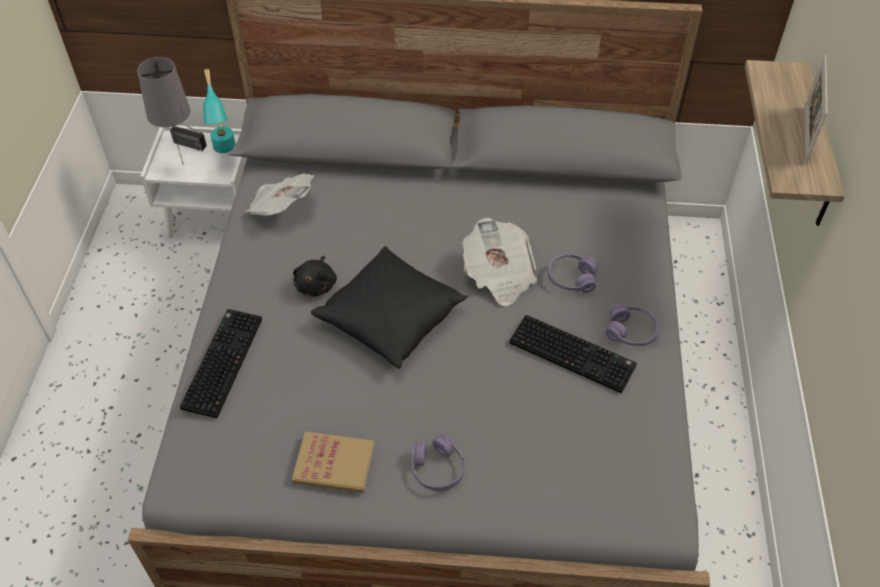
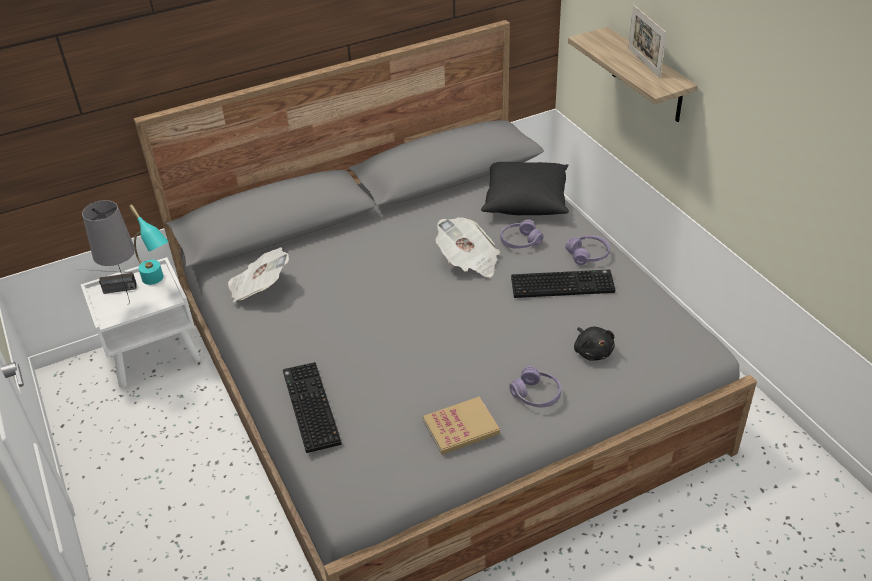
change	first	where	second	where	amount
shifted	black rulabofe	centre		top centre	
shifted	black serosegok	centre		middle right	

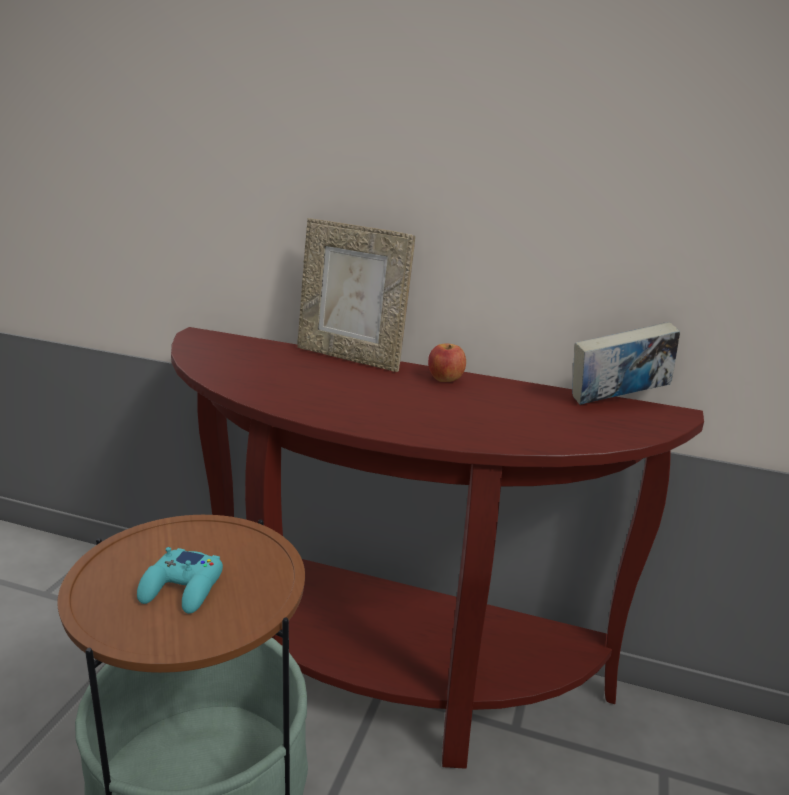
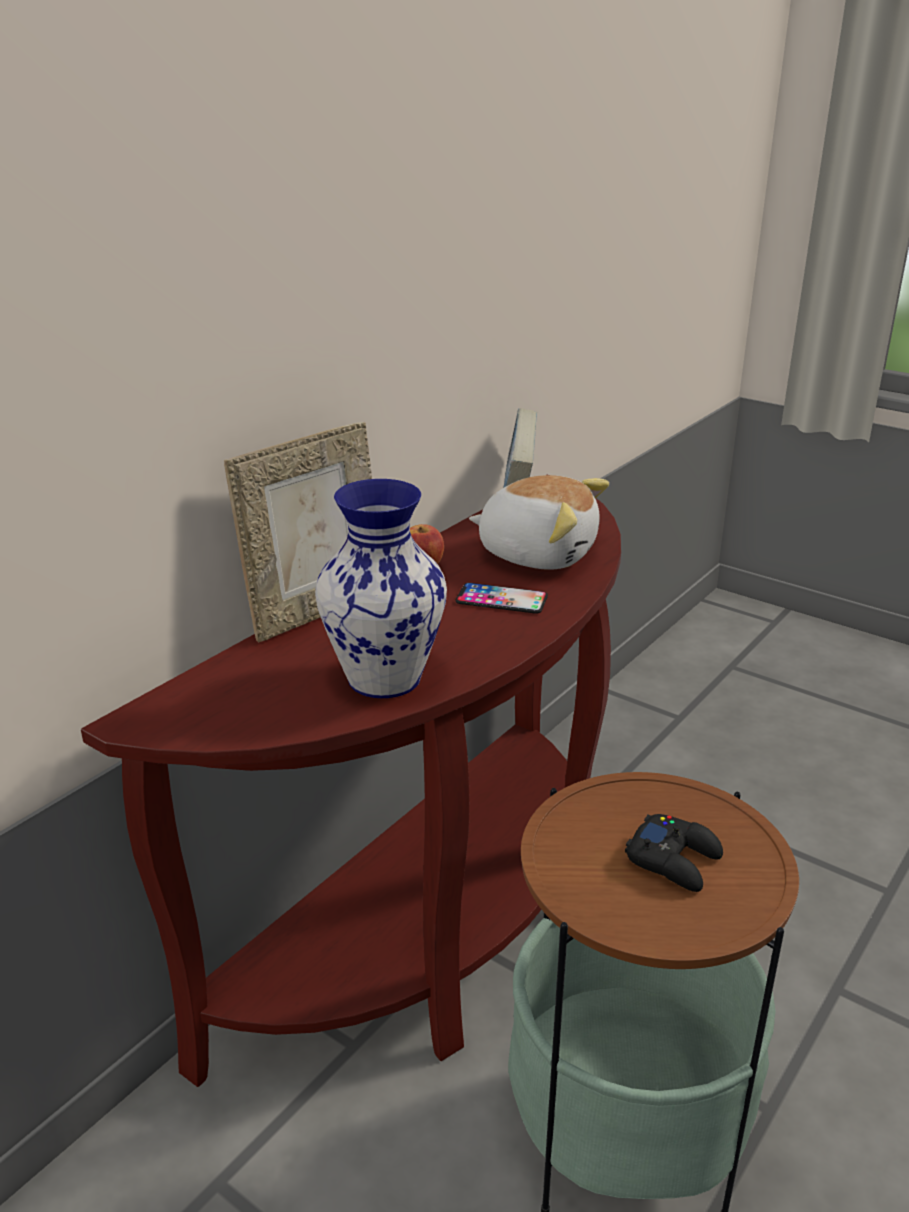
change	first	where	second	where	amount
new			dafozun	centre	
new			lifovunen	centre	
new			serosegok	centre	
repainted	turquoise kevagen	bottom left	black kevagen	bottom right	

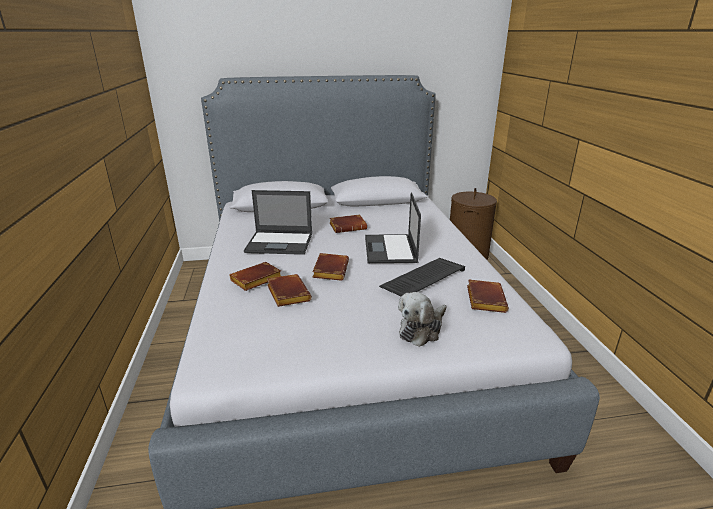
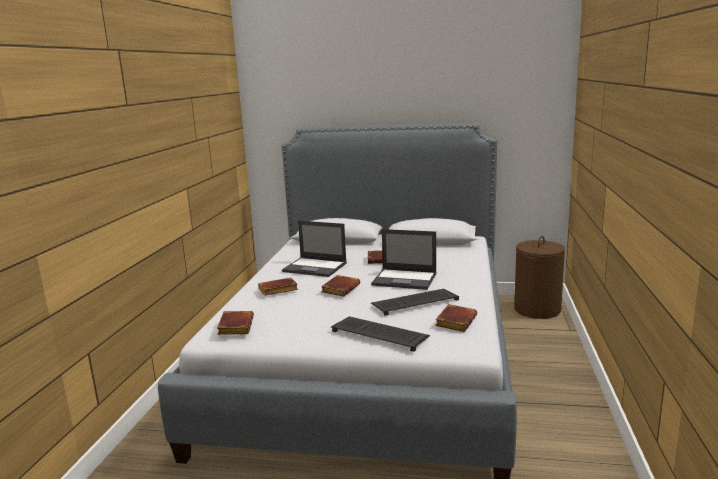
change	first	where	second	where	amount
shifted	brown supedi (no. 2 from left in the first image)	centre	brown supedi (no. 1 from left)	bottom left	
swapped	serosegok	centre	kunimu (no. 1 from left)	bottom centre	
rotated	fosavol (no. 2 from left)	centre		centre	90 degrees counterclockwise

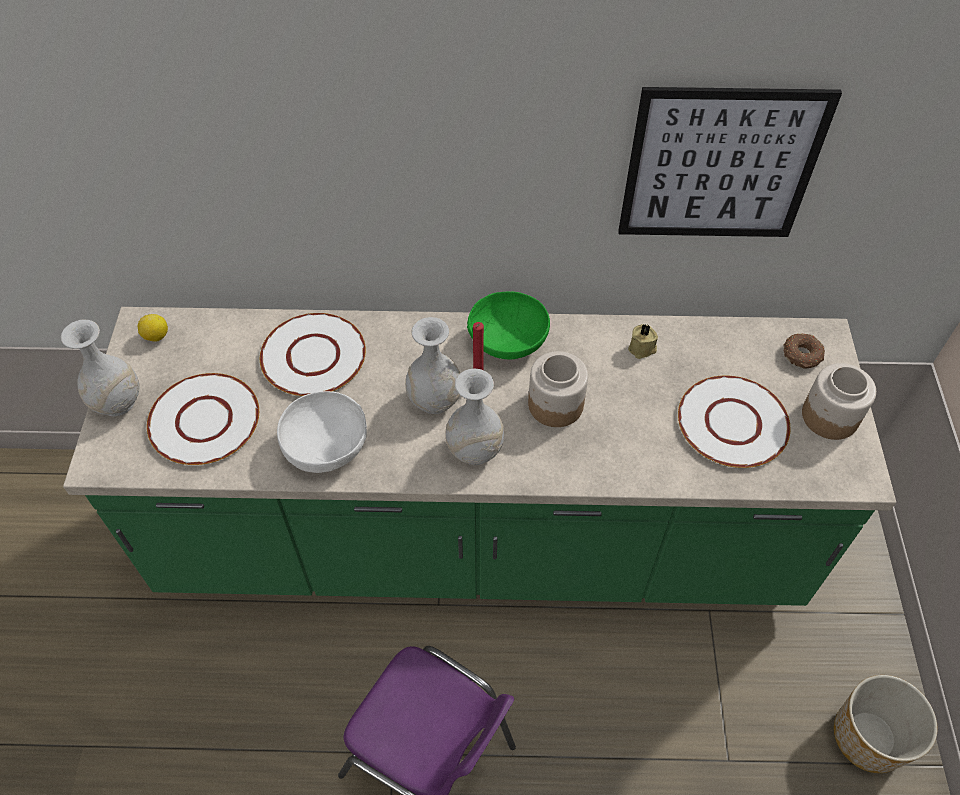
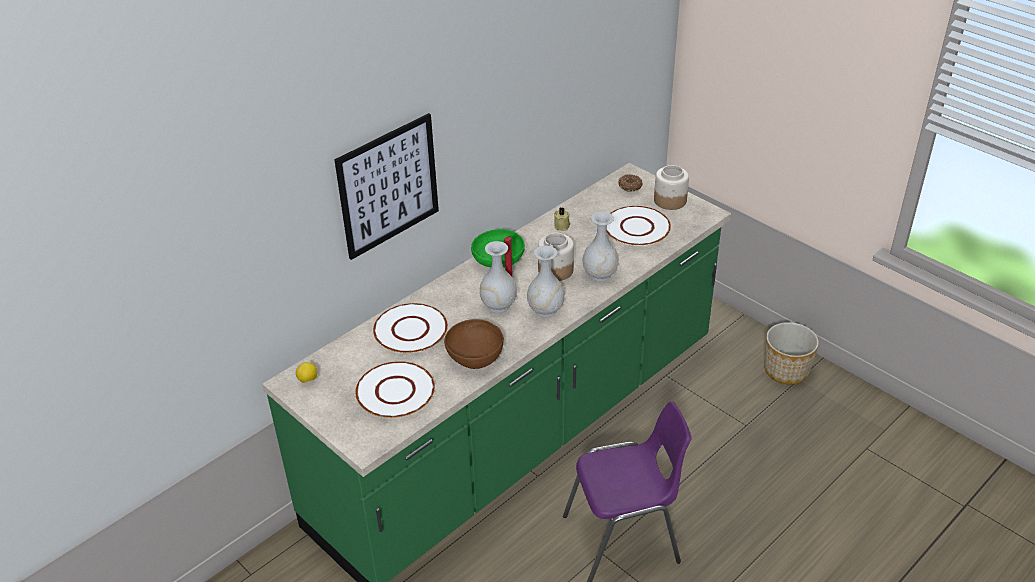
change	first	where	second	where	amount
shifted	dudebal	top right		top centre	
repainted	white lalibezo	centre	brown lalibezo	centre	
shifted	white dafozun (no. 1 from left in the first image)	middle left	white dafozun (no. 3 from left)	centre	

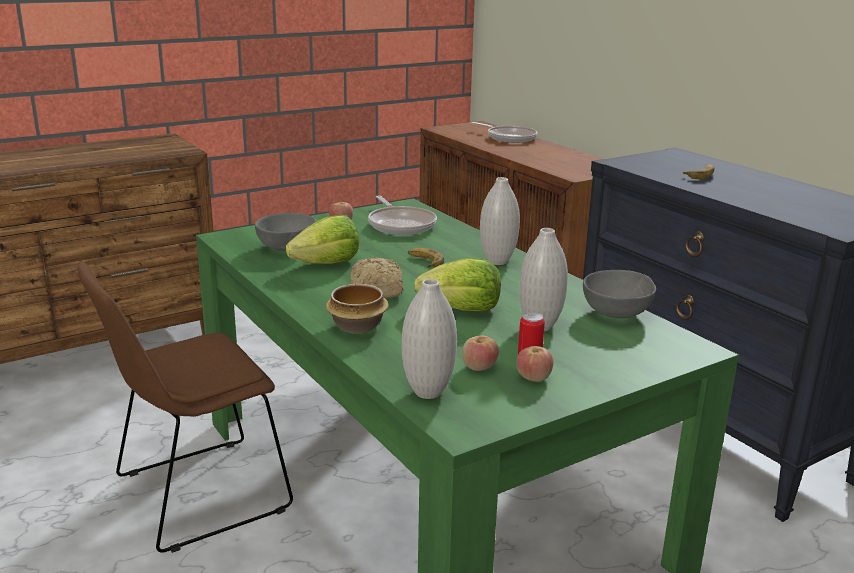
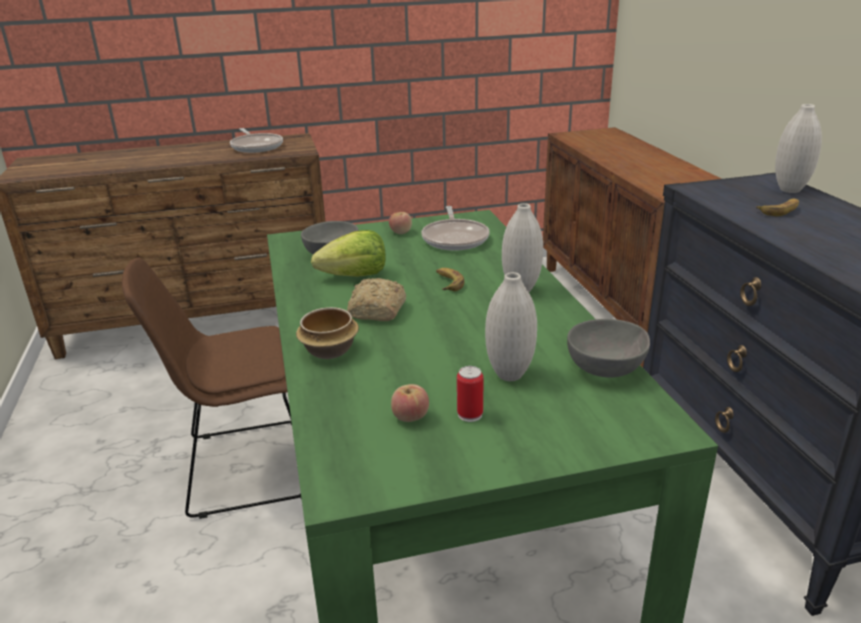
change	first	where	second	where	amount
shifted	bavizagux (no. 2 from left in the first image)	top centre	bavizagux (no. 1 from left)	top left	
shifted	white dafozun (no. 1 from left in the first image)	centre	white dafozun (no. 3 from left)	top right	
gone	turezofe (no. 2 from left)	centre			
gone	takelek (no. 3 from left)	centre			

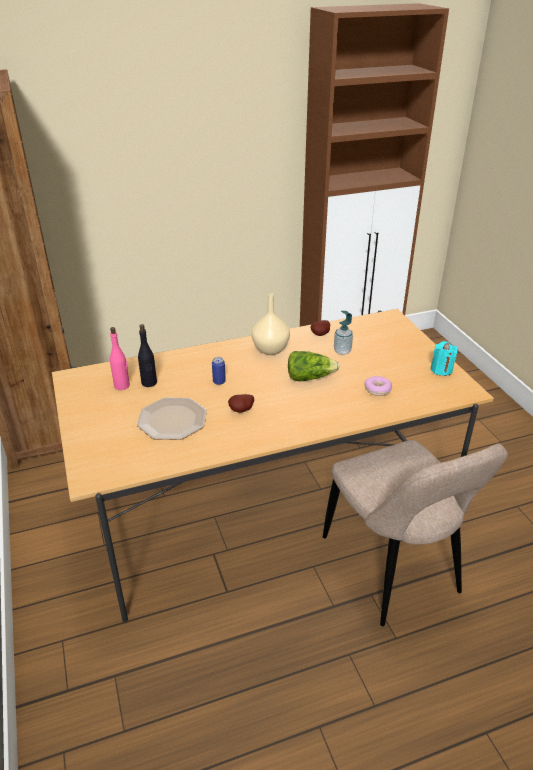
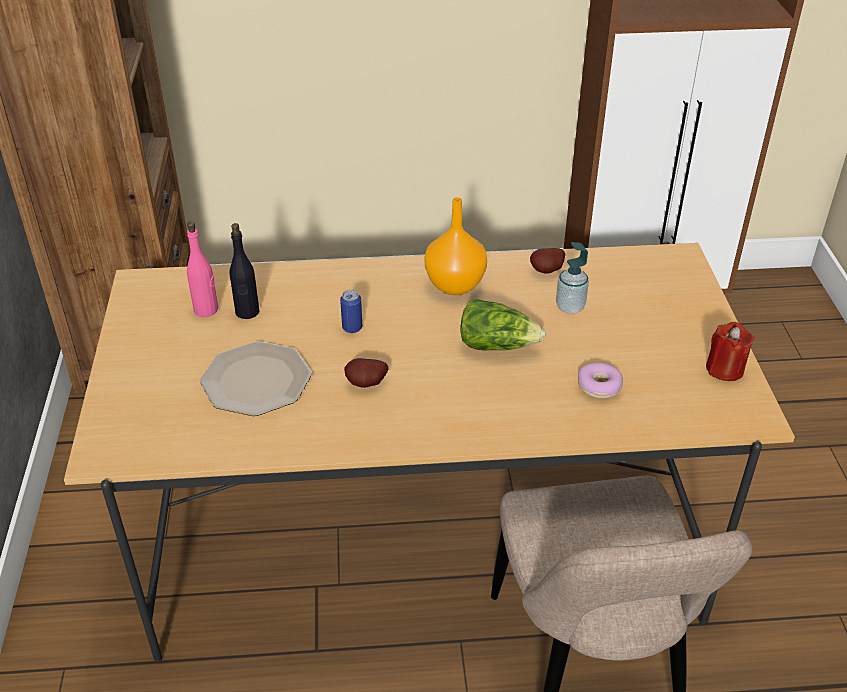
change	first	where	second	where	amount
repainted	beige dafozun	centre	orange dafozun	centre	
repainted	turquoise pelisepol	middle right	red pelisepol	middle right	

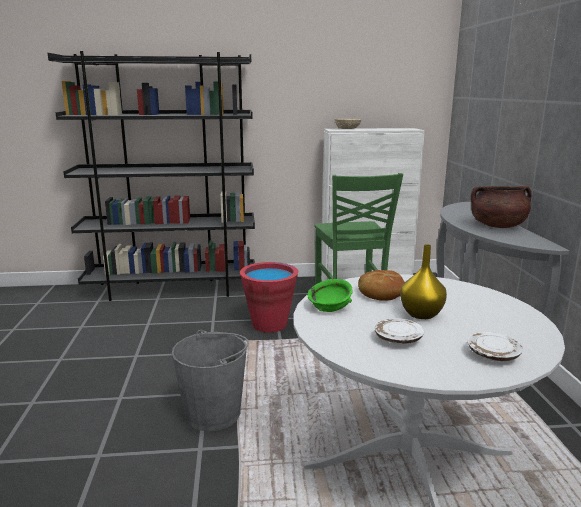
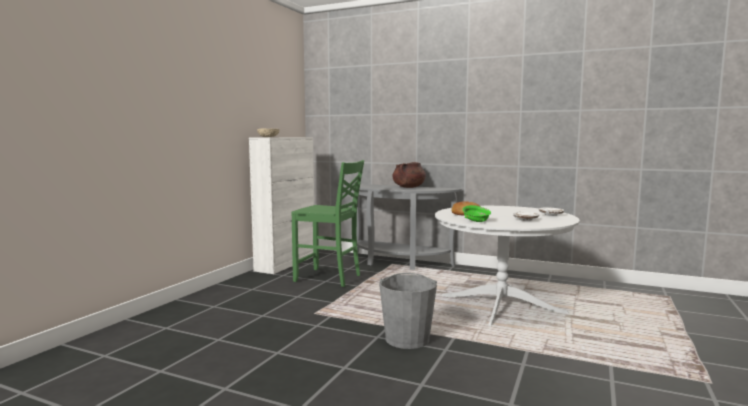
change	first	where	second	where	amount
gone	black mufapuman	middle left			
gone	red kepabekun	centre			
gone	yellow dafozun	middle right			

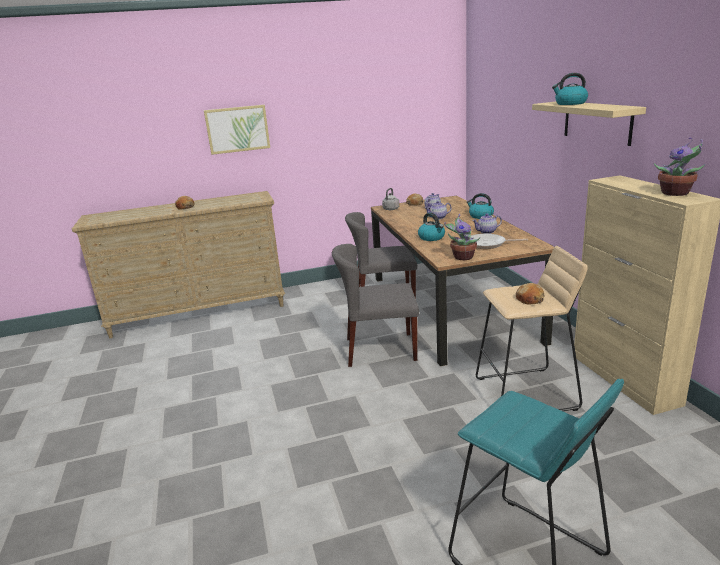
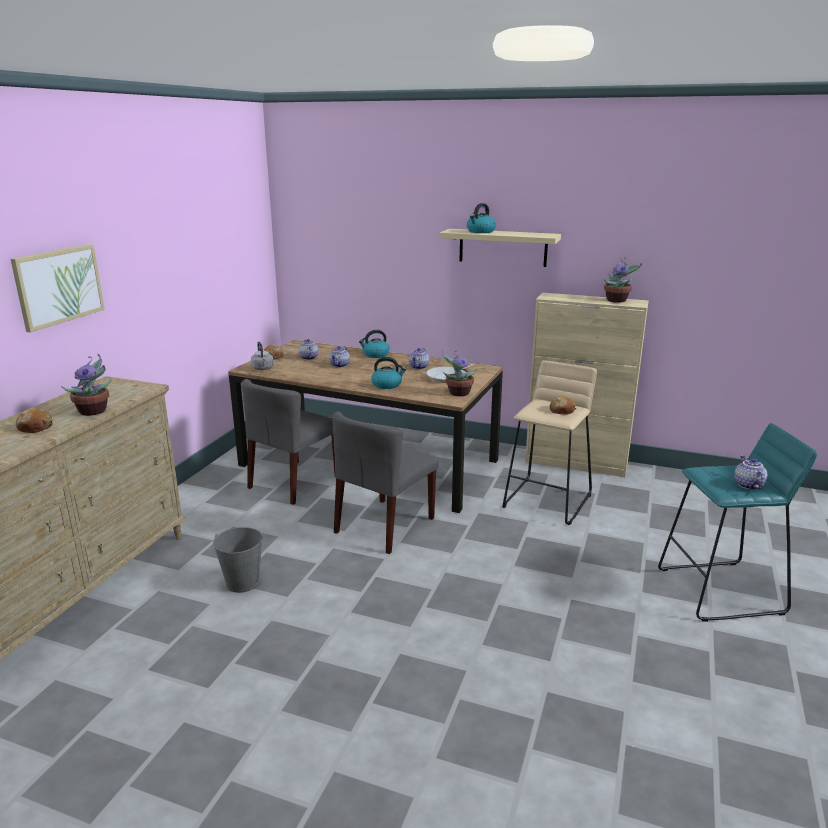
change	first	where	second	where	amount
new			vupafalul (no. 1 from left)	middle left	
new			grey kepabekun	bottom left	
new			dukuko (no. 4 from left)	middle right	

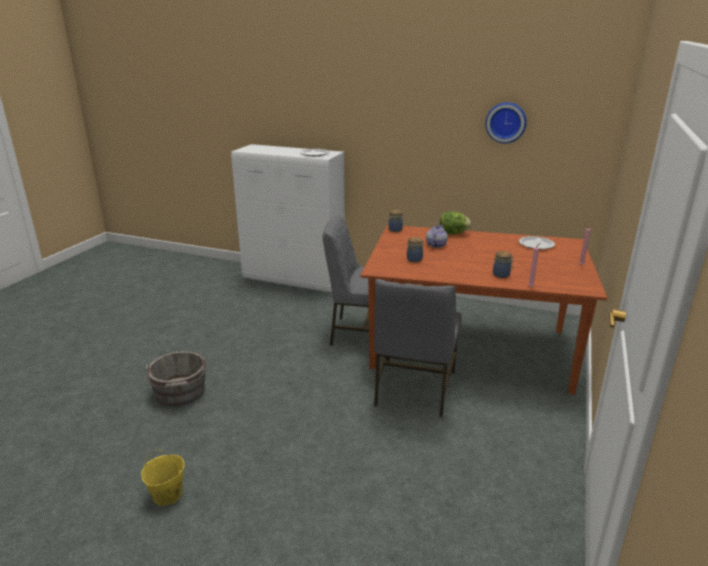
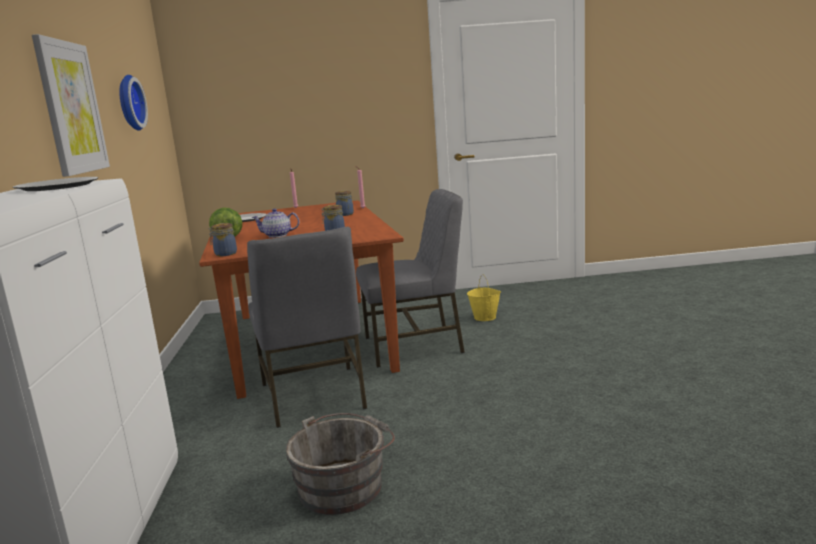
change	first	where	second	where	amount
new			dudebal	top left	
shifted	grey kepabekun	bottom left		bottom centre	
shifted	yellow kepabekun	bottom left		centre	

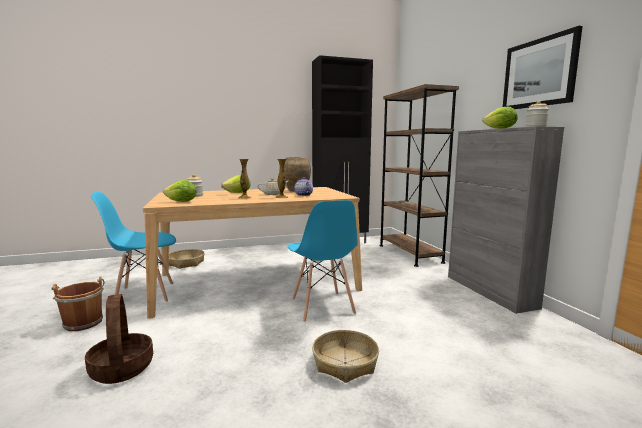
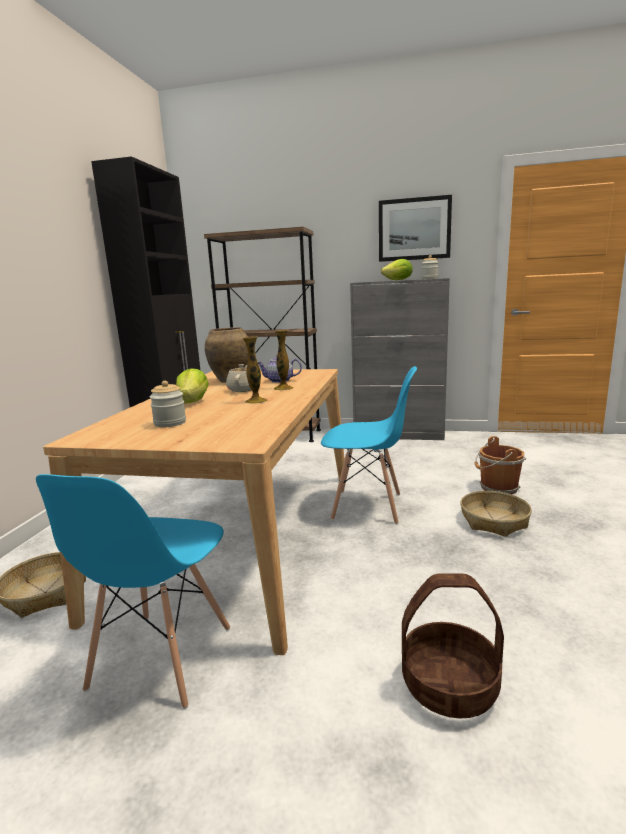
change	first	where	second	where	amount
shifted	brown kepabekun	bottom left		middle right	
gone	turezofe (no. 1 from left)	middle left			

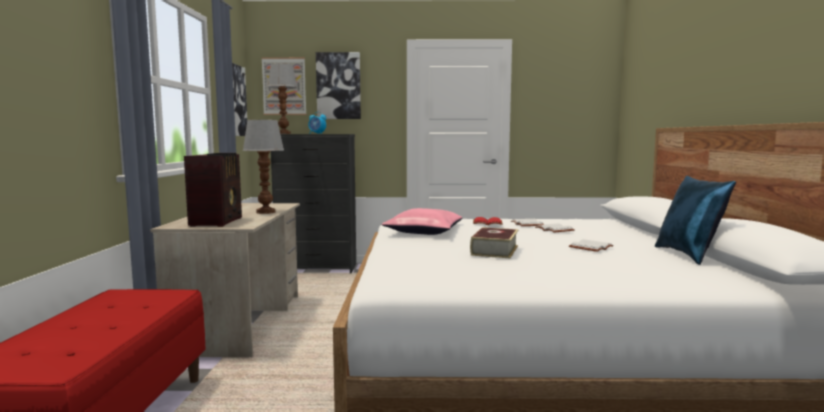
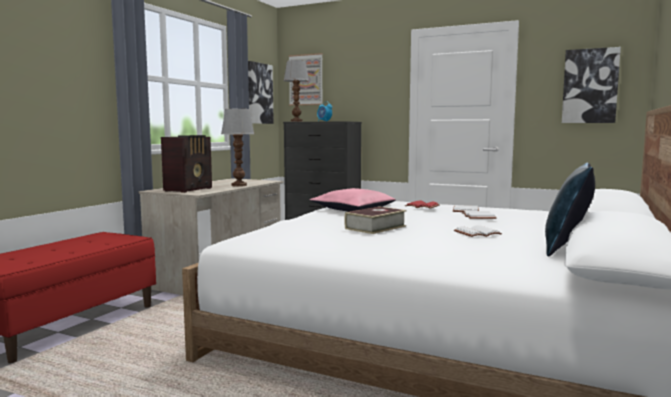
change	first	where	second	where	amount
shifted	dudebal (no. 3 from left)	top centre		top right	

